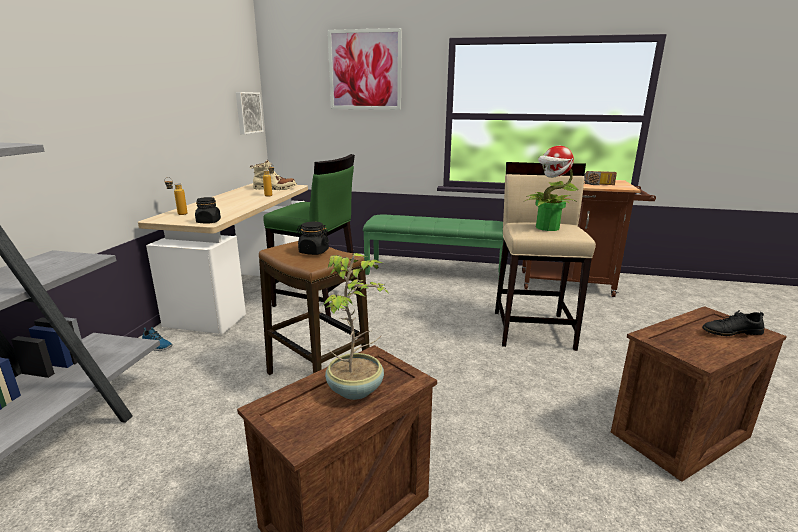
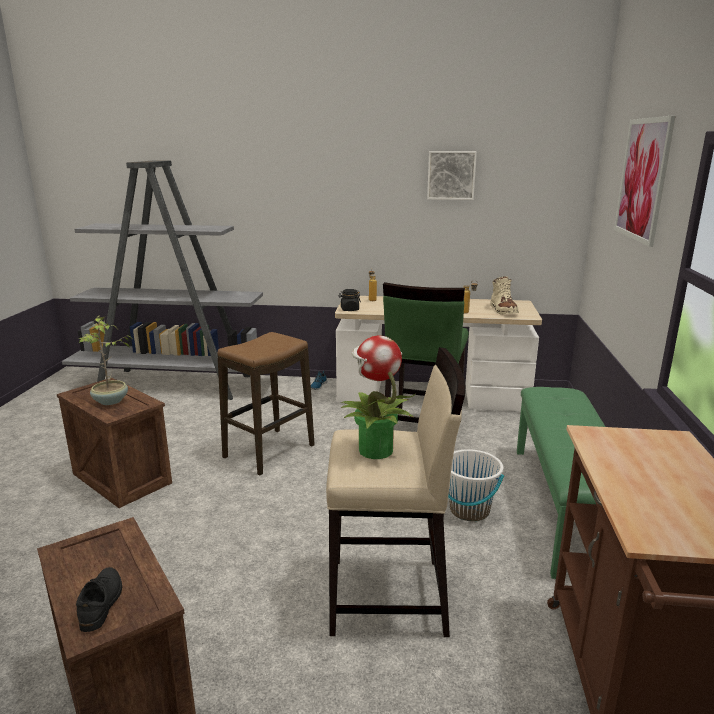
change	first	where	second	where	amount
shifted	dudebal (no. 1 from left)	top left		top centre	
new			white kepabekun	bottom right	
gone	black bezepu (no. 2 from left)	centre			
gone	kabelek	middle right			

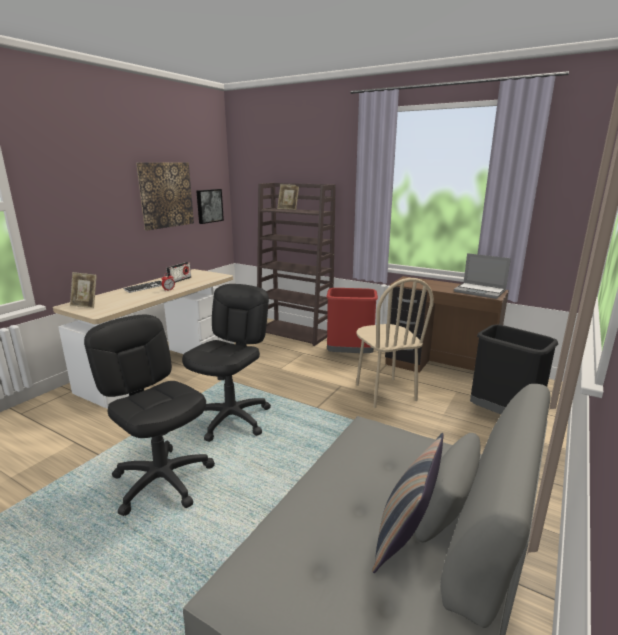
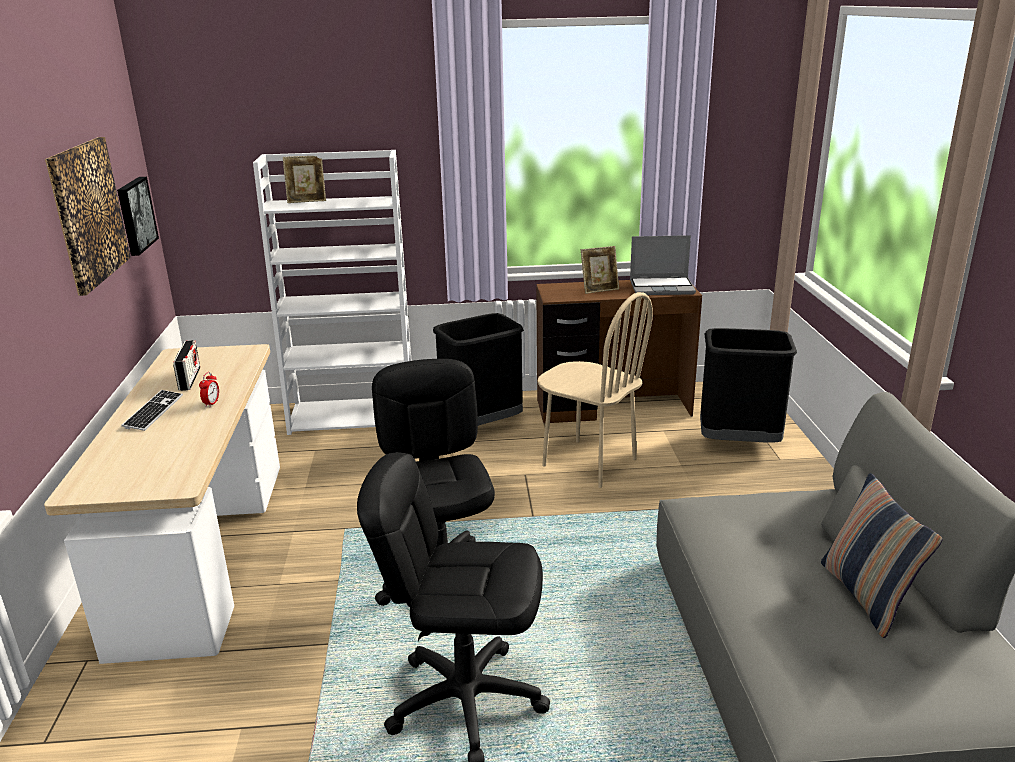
change	first	where	second	where	amount
repainted	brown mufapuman	centre	white mufapuman	middle left	
repainted	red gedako	centre	black gedako (no. 1 from left)	centre	
shifted	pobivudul (no. 1 from left in the first image)	middle left	pobivudul (no. 2 from left)	centre	

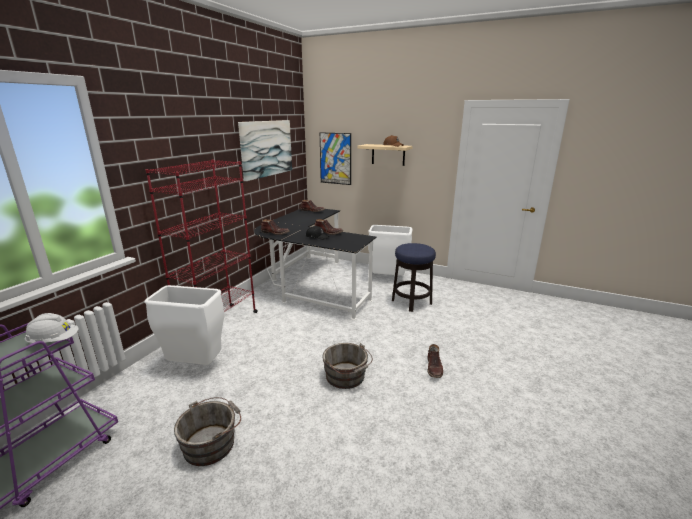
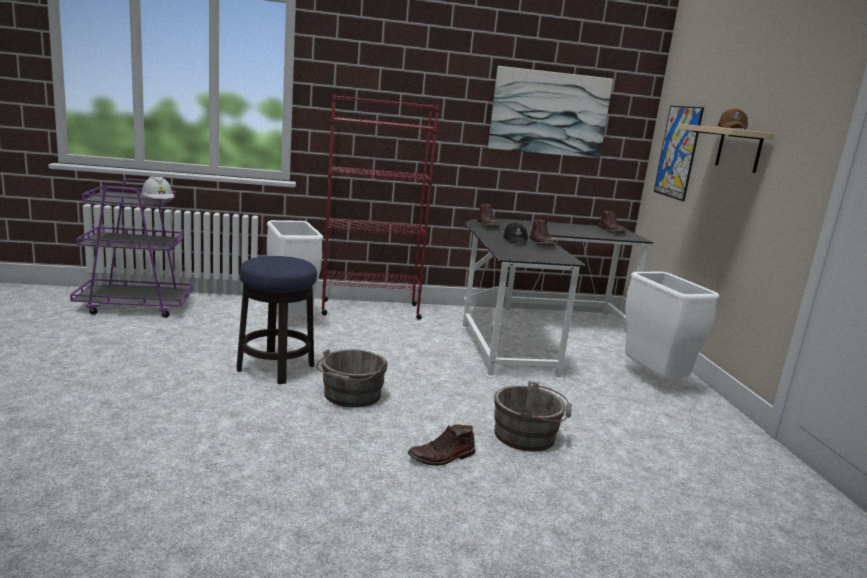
change	first	where	second	where	amount
shifted	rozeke	centre		middle left	
shifted	grey kepabekun (no. 1 from left in the first image)	bottom left	grey kepabekun (no. 2 from left)	bottom centre	

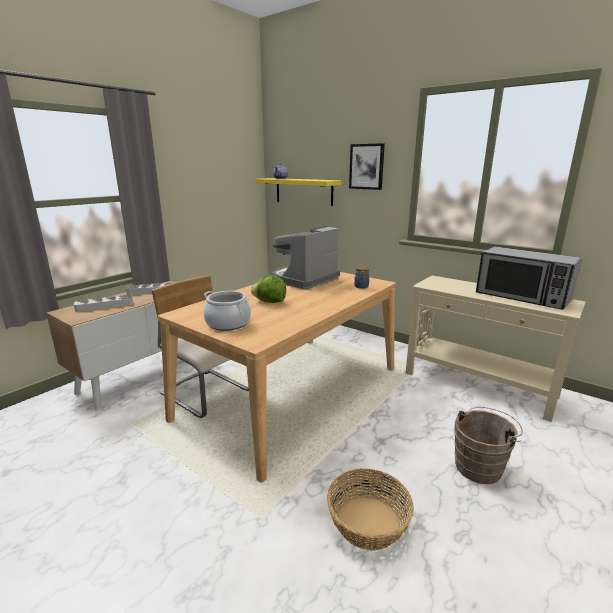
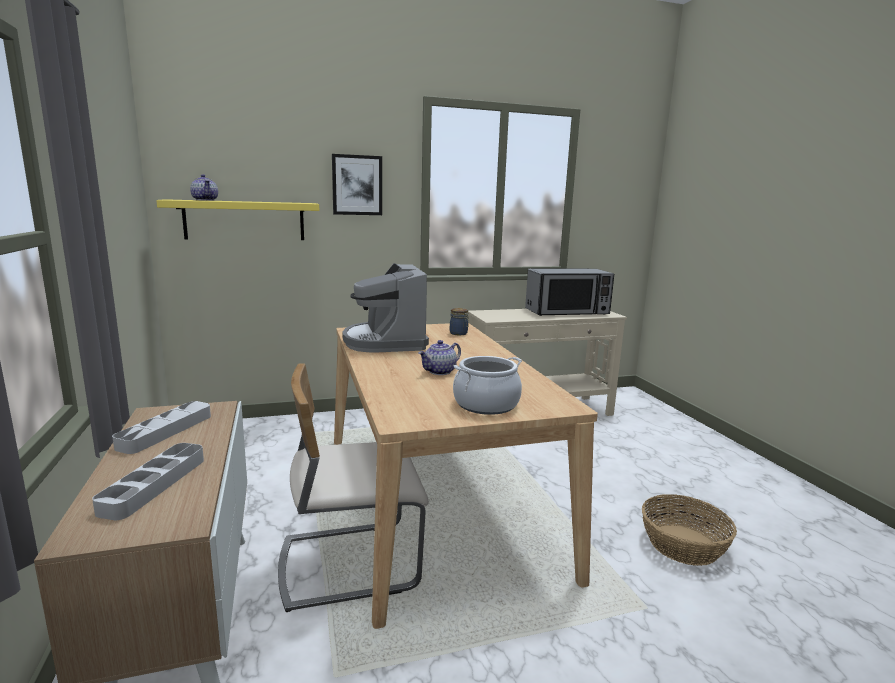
change	first	where	second	where	amount
swapped	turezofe	centre	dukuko (no. 2 from left)	centre	
gone	brown kepabekun	bottom right			

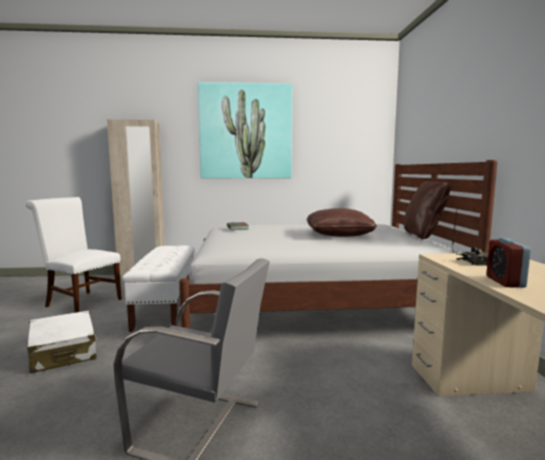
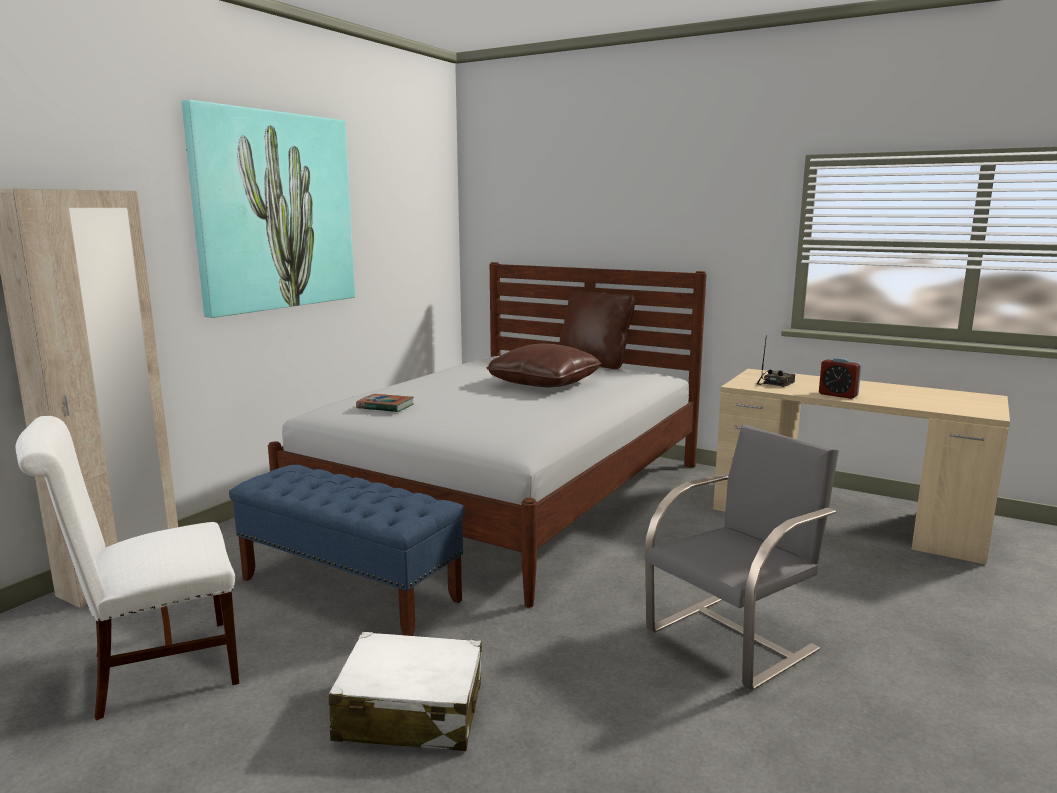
change	first	where	second	where	amount
repainted	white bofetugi	middle left	blue bofetugi	bottom left	

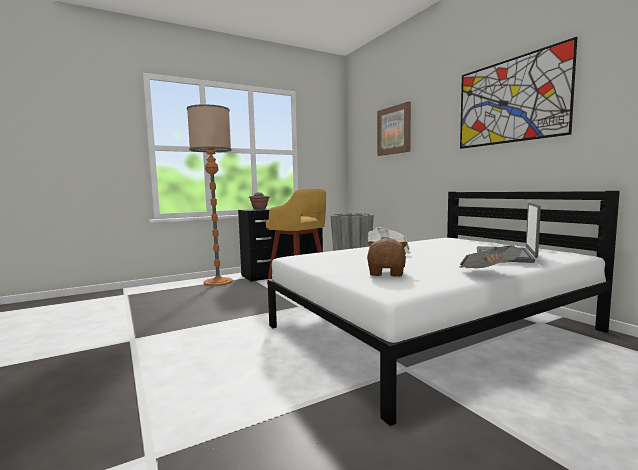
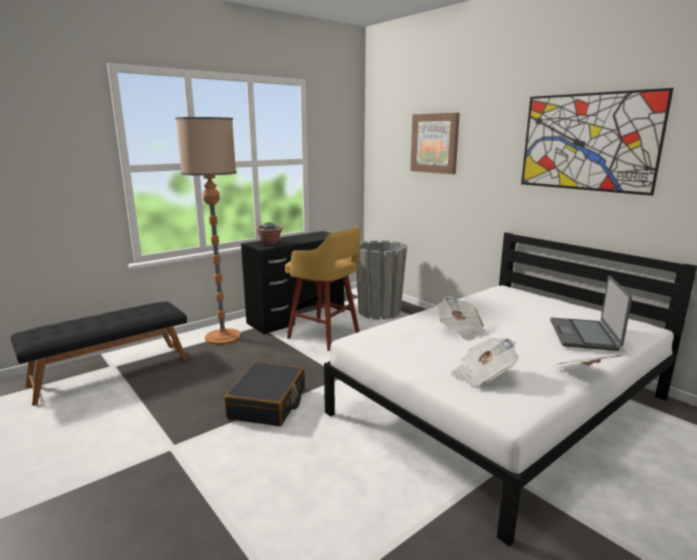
change	first	where	second	where	amount
new			black bofetugi	middle left	
new			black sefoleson	bottom centre	
swapped	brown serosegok	centre	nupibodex (no. 2 from left)	middle right	

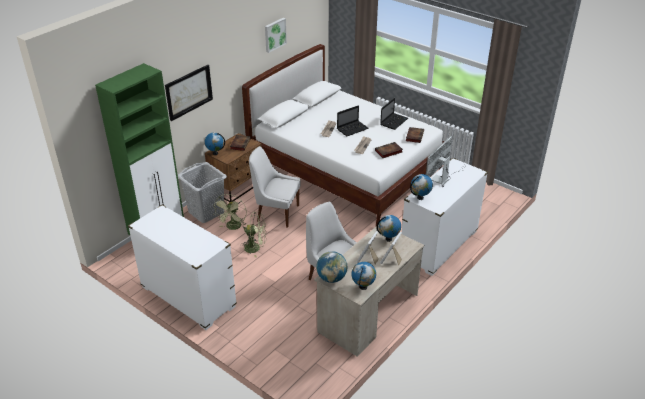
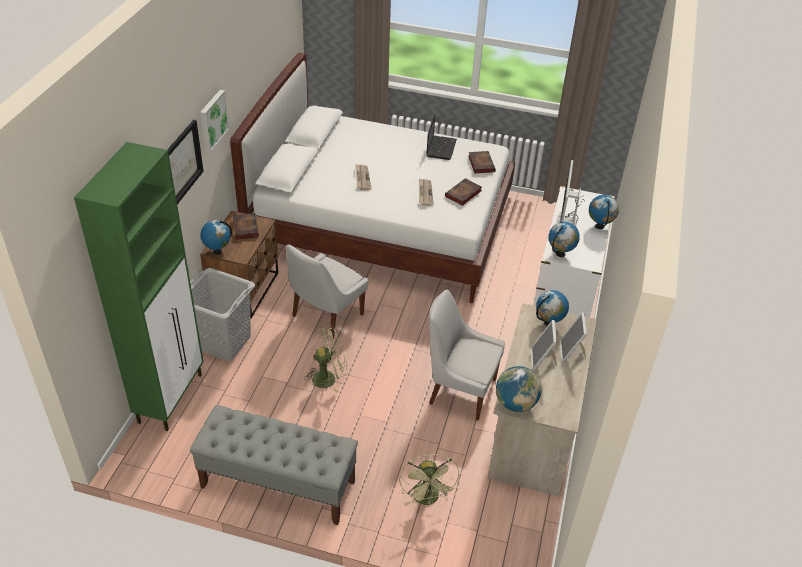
change	first	where	second	where	amount
swapped	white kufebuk (no. 1 from left)	bottom left	grey bofetugi	bottom centre	
shifted	dudebal (no. 2 from left)	top centre		top left	
rotated	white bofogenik (no. 1 from left)	centre		centre	45 degrees counterclockwise
shifted	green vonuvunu (no. 1 from left in the first image)	centre	green vonuvunu (no. 2 from left)	bottom centre	
shifted	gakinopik (no. 3 from left in the first image)	bottom centre	gakinopik (no. 5 from left)	middle right	
gone	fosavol (no. 1 from left)	top centre			

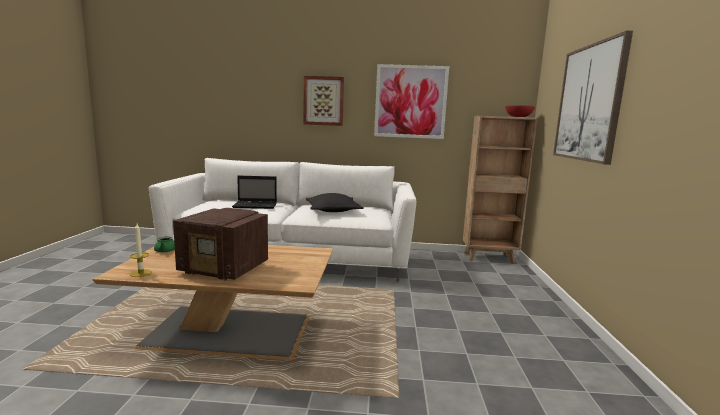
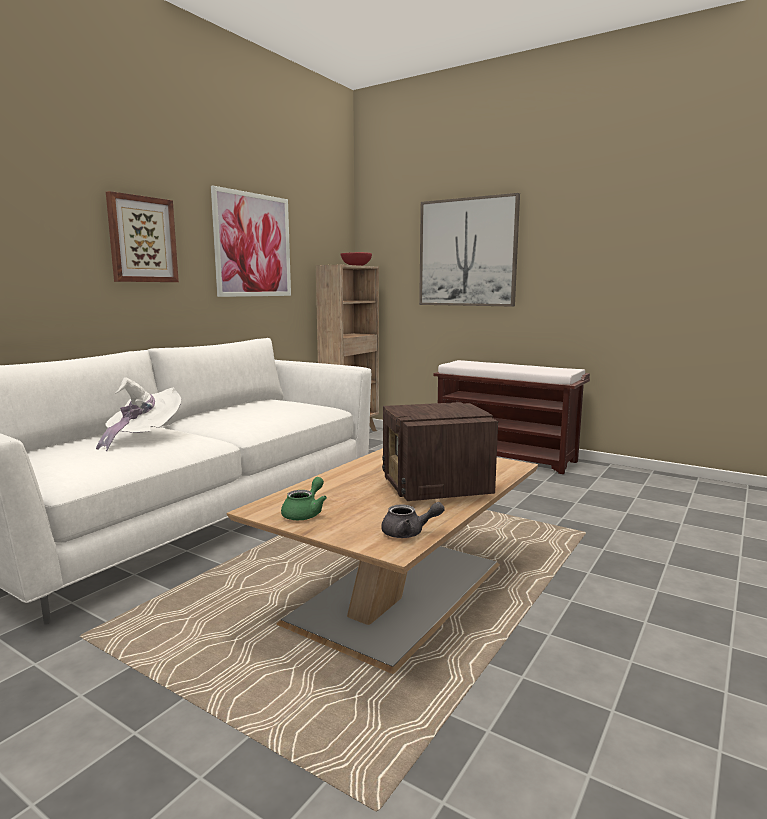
change	first	where	second	where	amount
swapped	fosavol	centre	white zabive	middle left	
swapped	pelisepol	middle left	grey dukuko	centre	
rotated	kabelek	middle left		centre	120 degrees clockwise
new			brown bofetugi	centre	
gone	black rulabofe	centre			

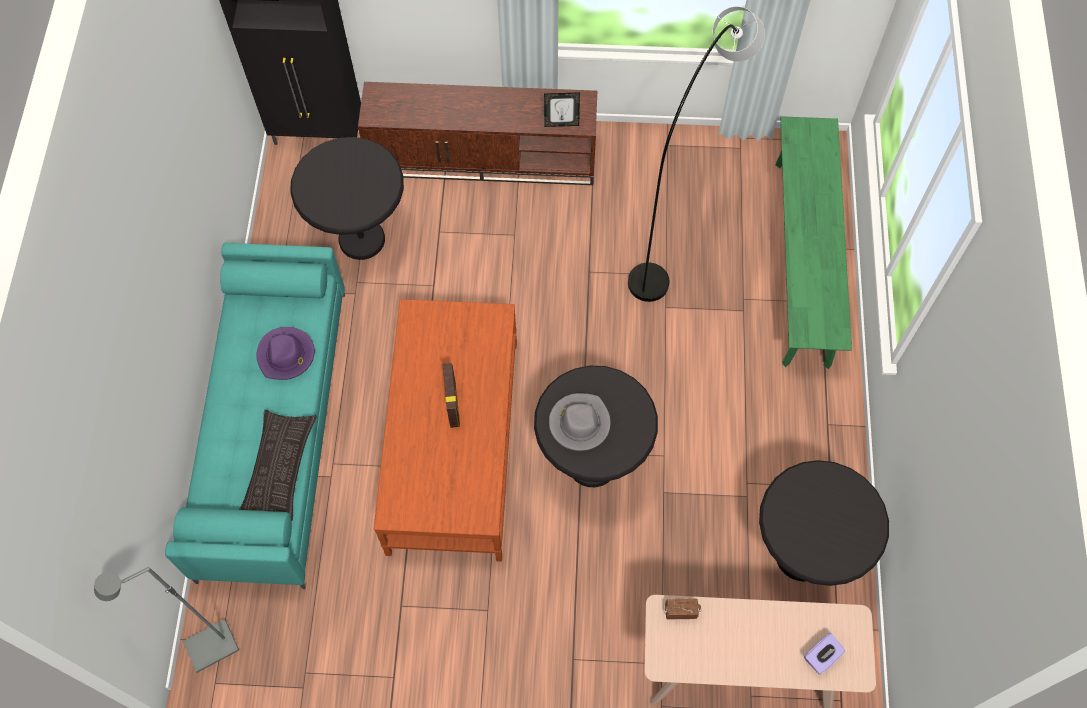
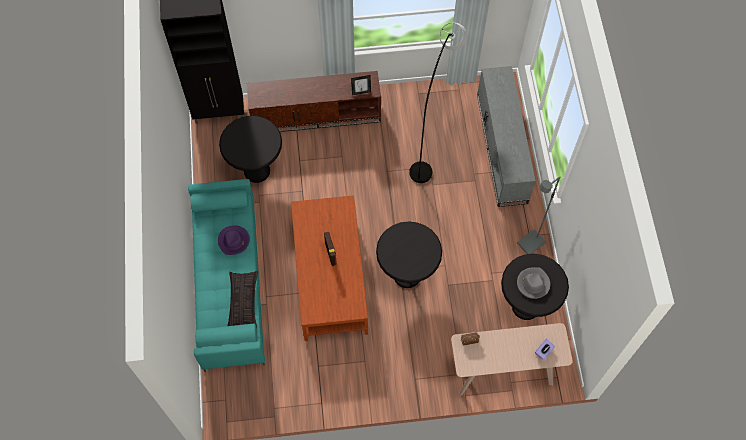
change	first	where	second	where	amount
swapped	green bofetugi	middle right	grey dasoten	top right	
shifted	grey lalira (no. 1 from left in the first image)	bottom left	grey lalira (no. 2 from left)	middle right	
shifted	grey zabive	centre		middle right	

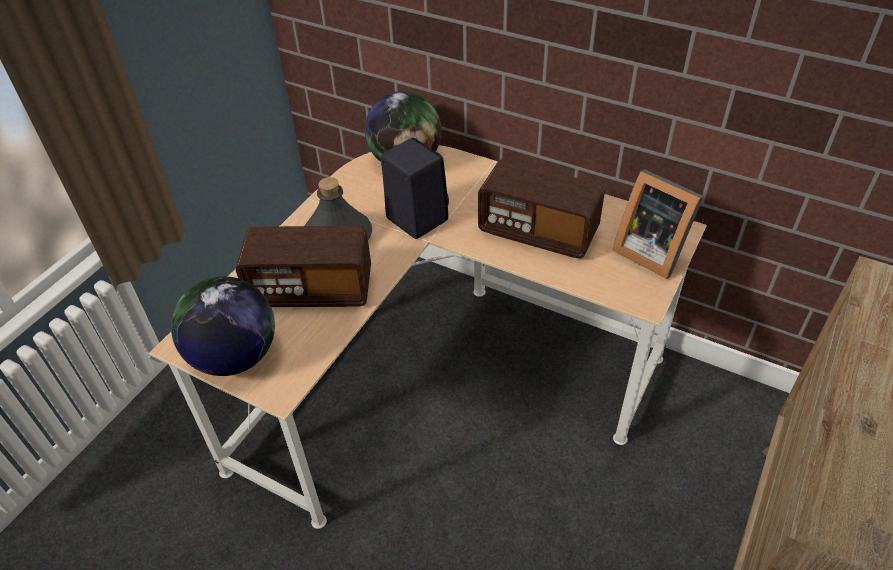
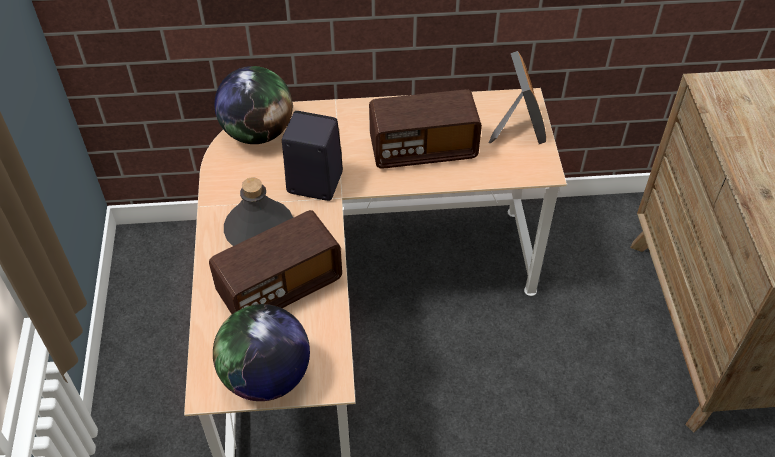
change	first	where	second	where	amount
rotated	pobivudul	middle right		top right	105 degrees counterclockwise

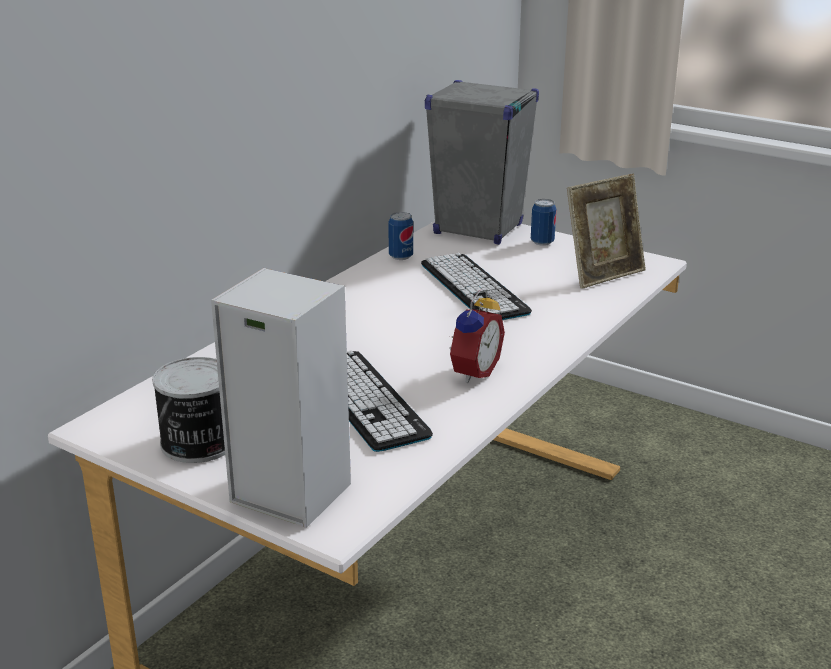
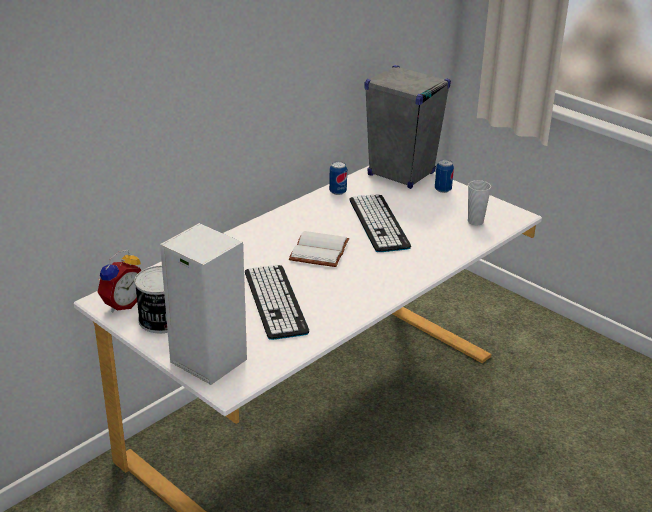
change	first	where	second	where	amount
shifted	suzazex	centre		middle left	
new			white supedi	centre	
swapped	pobivudul	middle right	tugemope	middle right	

